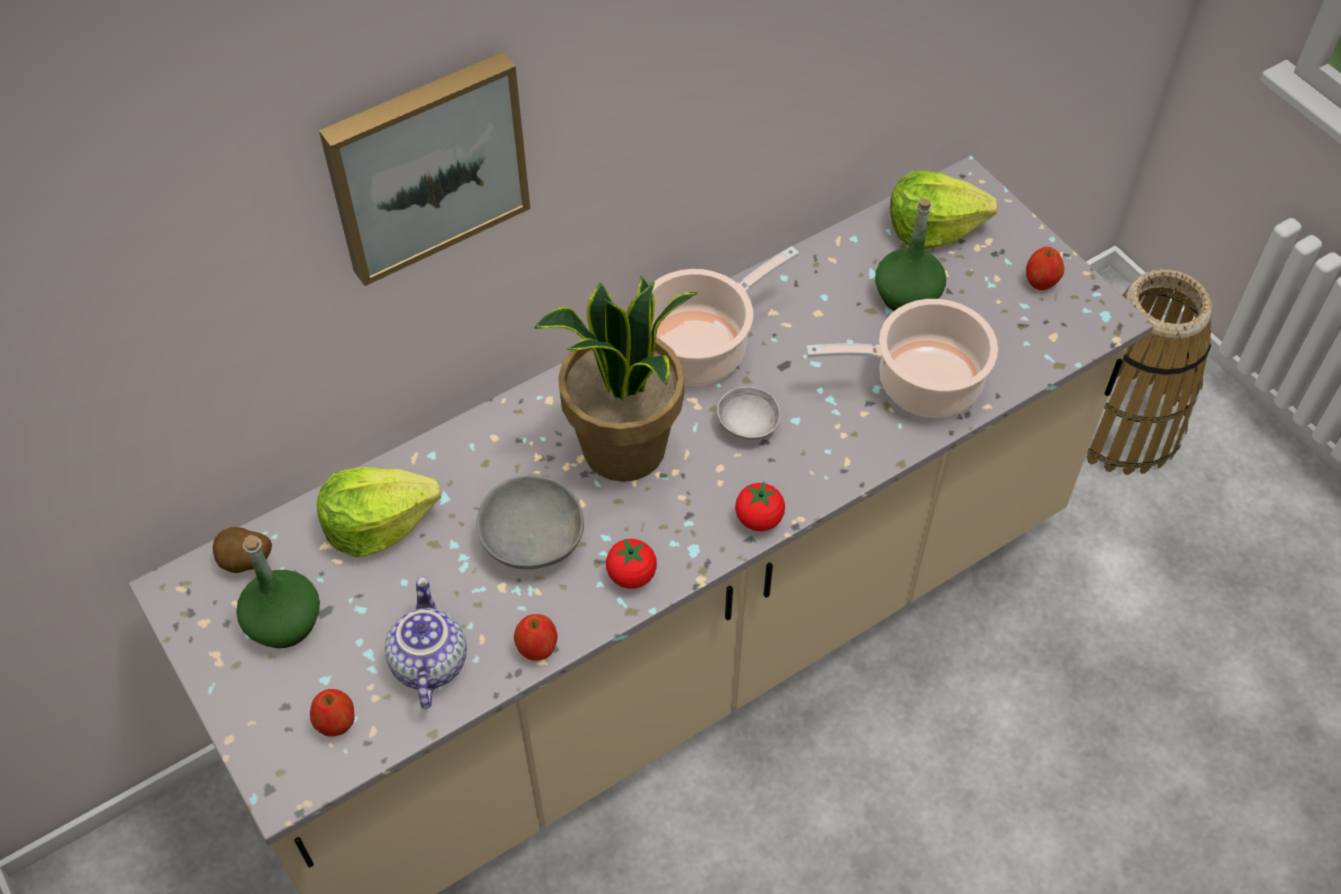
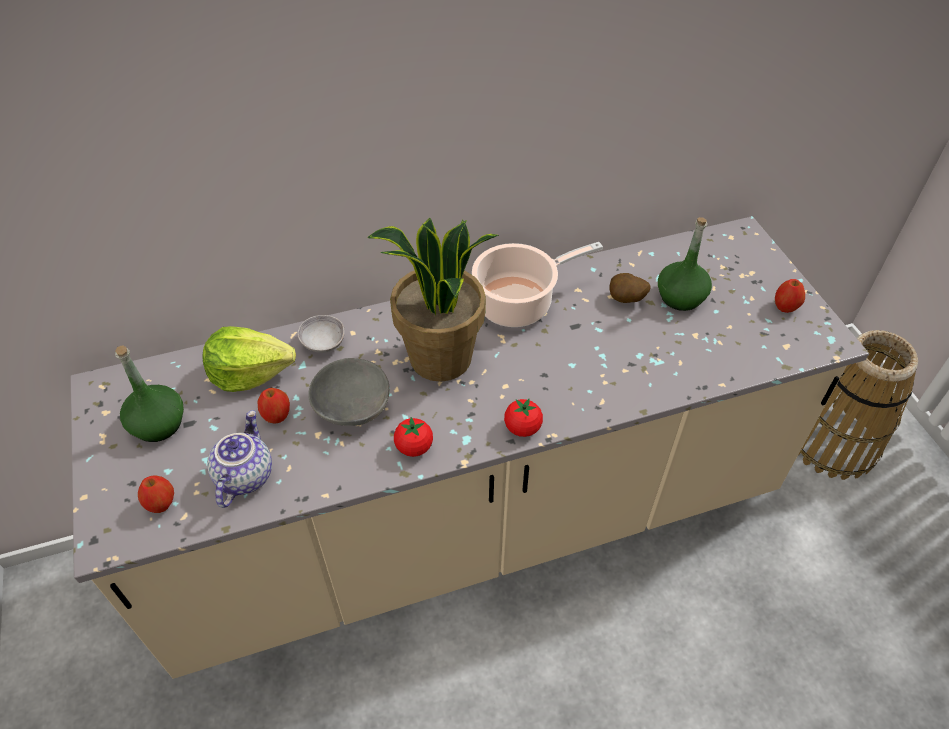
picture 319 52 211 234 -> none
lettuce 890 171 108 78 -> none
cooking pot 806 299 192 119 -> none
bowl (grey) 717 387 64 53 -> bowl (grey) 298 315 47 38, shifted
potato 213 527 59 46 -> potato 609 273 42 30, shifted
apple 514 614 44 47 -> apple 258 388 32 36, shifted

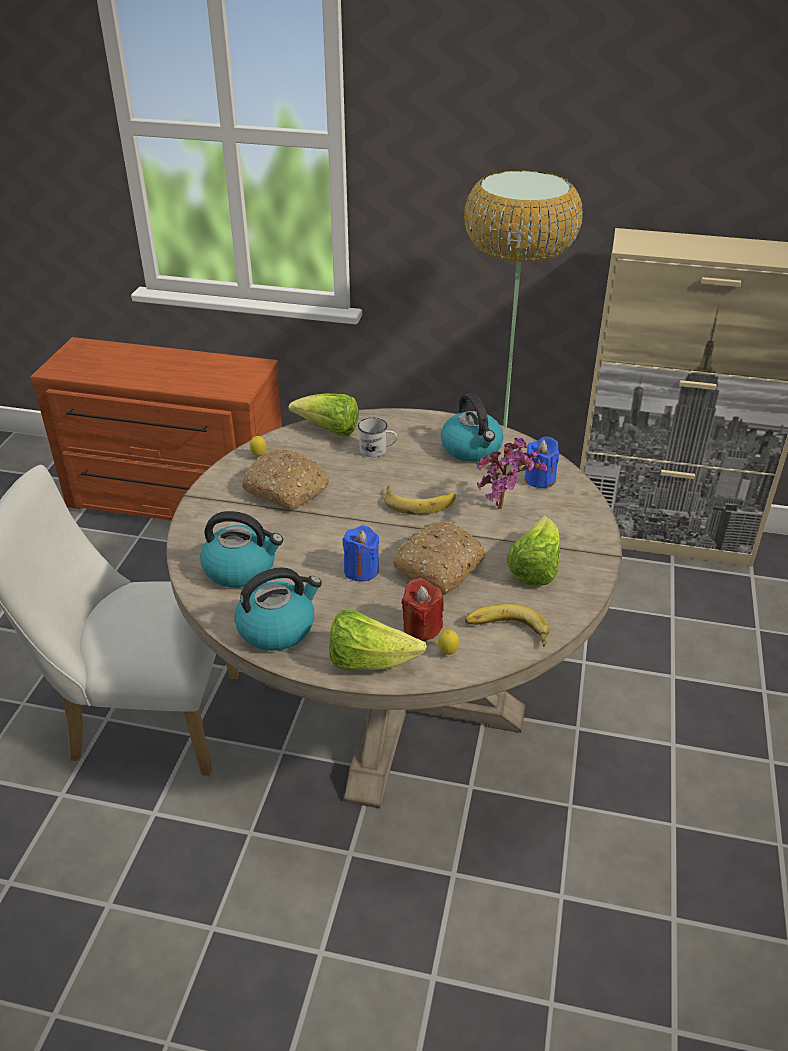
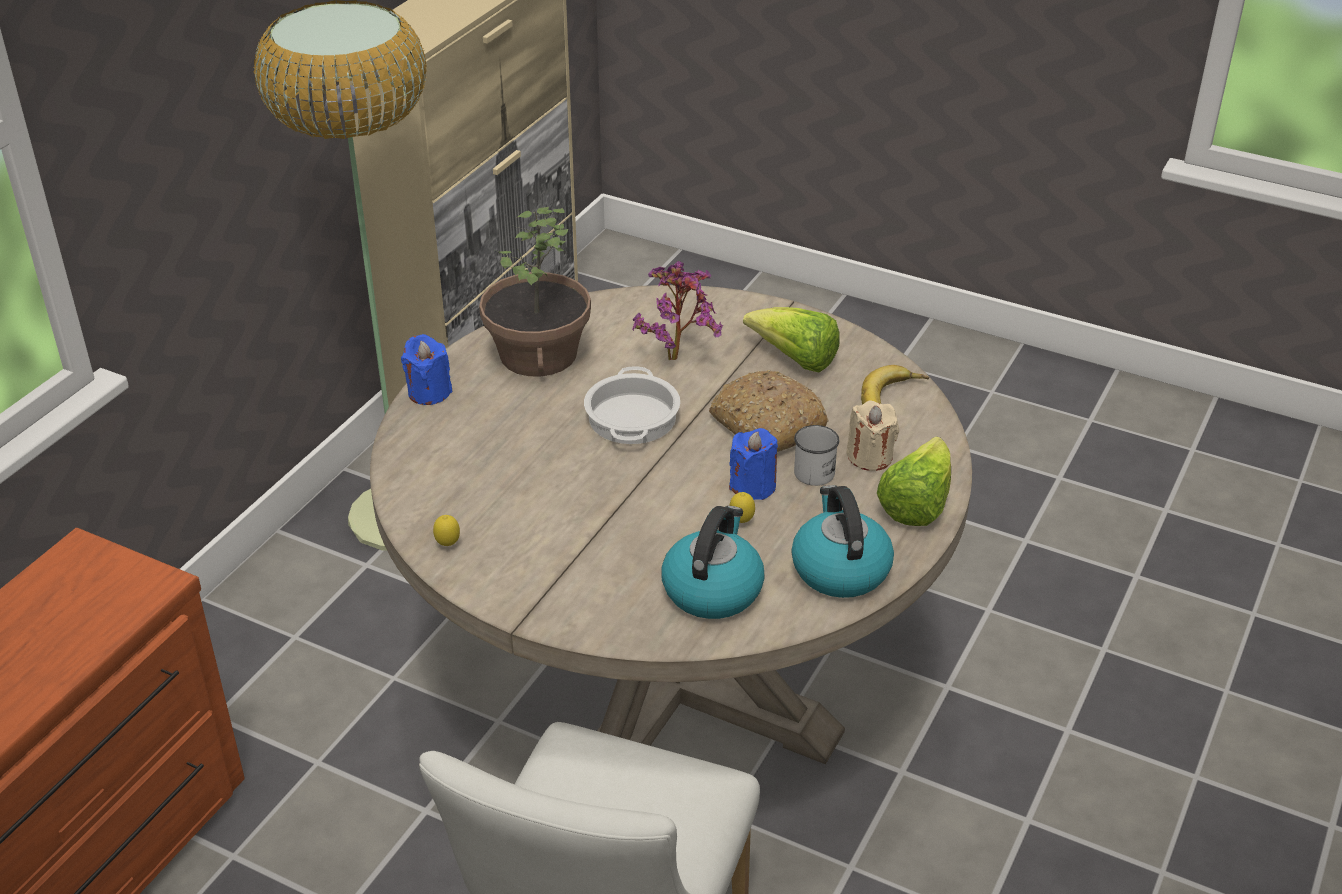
lettuce 289 393 70 43 -> none
kettle 441 393 63 69 -> potted plant 479 207 112 170
mug (white) 358 418 39 39 -> mug (white) 794 425 45 61, shifted
candle (blue) 525 437 34 52 -> candle (blue) 401 334 51 71, shifted
bread 241 450 89 60 -> none
banana 384 485 72 30 -> cooking pot 584 366 96 78
candle (red) 402 578 42 63 -> candle (beige) 846 400 53 71
lemon 438 629 21 26 -> lemon 730 492 25 31, shifted

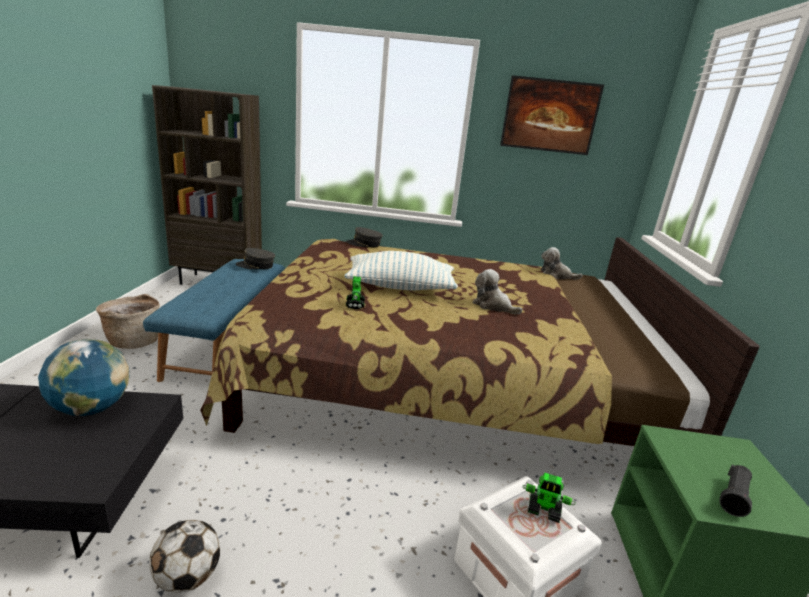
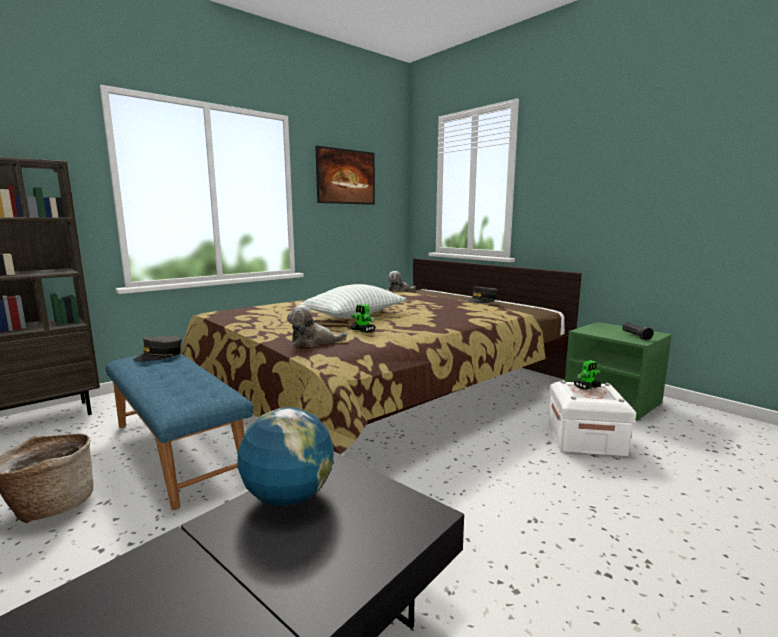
cap (grey) 346 227 37 20 -> cap (grey) 468 286 30 17, shifted
plush toy 472 269 51 45 -> plush toy 287 305 60 42, shifted
football 149 520 71 73 -> none

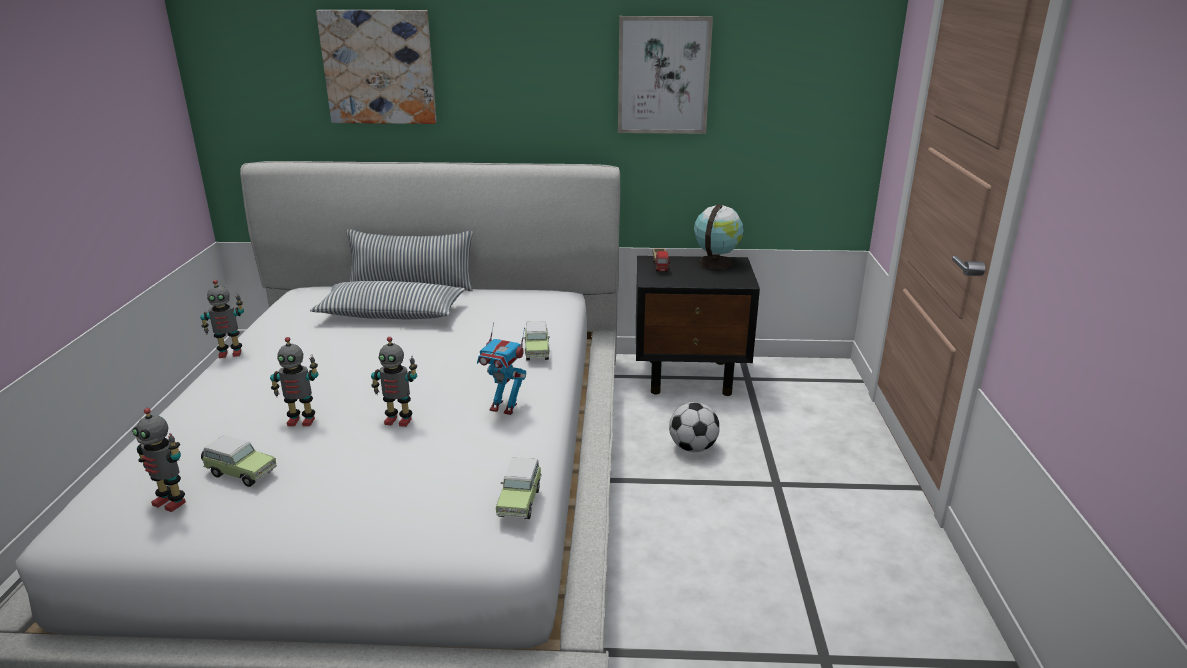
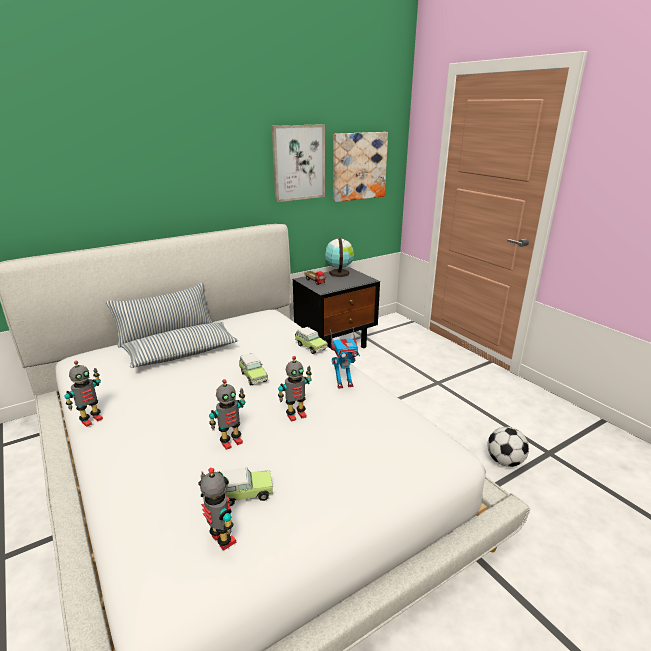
picture 316 10 121 114 -> picture 333 132 55 70, shifted
football 669 402 51 50 -> football 487 427 42 40, shifted
toy robot 132 408 54 104 -> toy robot 198 468 38 83, 120 degrees counterclockwise
toy car 496 457 46 62 -> toy car 239 353 29 33, shifted

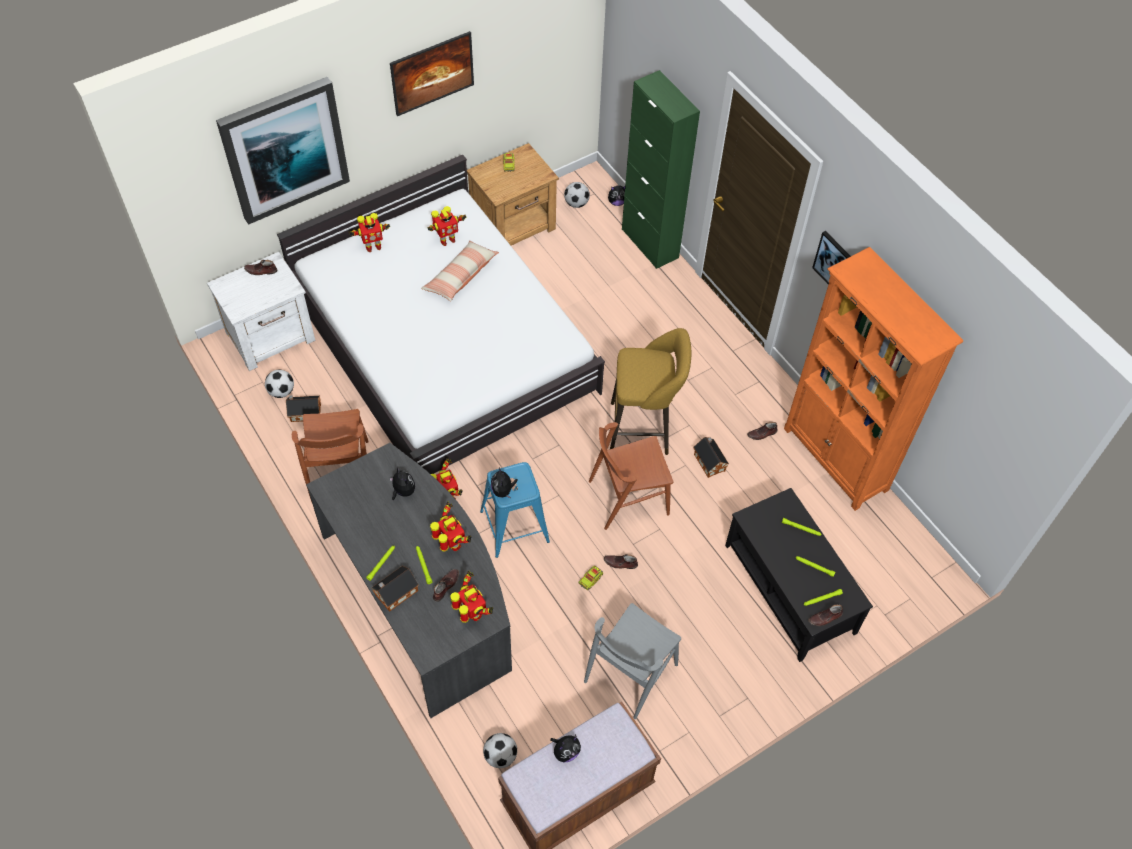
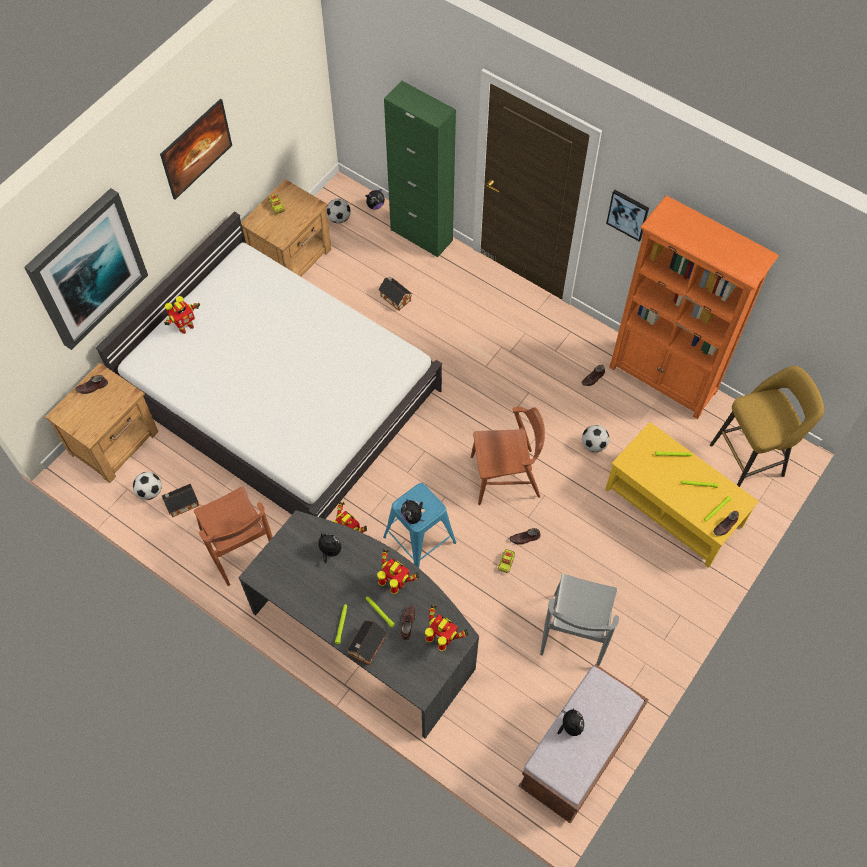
toy robot 427 206 39 40 -> none
pillow 421 241 78 61 -> none
nightstand (white) 207 252 108 119 -> nightstand (brown) 45 363 114 120
stool (yellow) 610 328 81 127 -> stool (yellow) 710 366 114 121, shifted
chair (brown) 589 422 85 108 -> chair (brown) 471 407 74 98, 150 degrees counterclockwise
toy house 693 437 36 41 -> toy house 378 277 34 34, shifted
coffee table (black) 725 488 148 174 -> coffee table (yellow) 605 422 154 146
football 483 733 34 35 -> football 582 425 27 27, shifted
plush toy 550 735 31 27 -> plush toy 557 709 27 27, 45 degrees counterclockwise

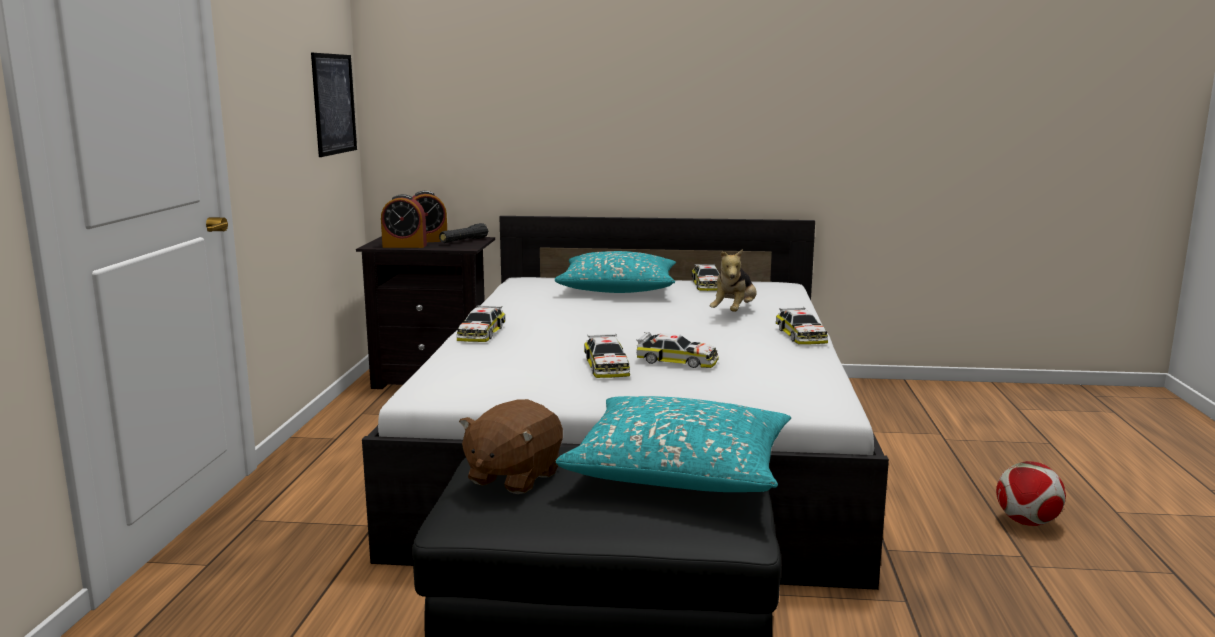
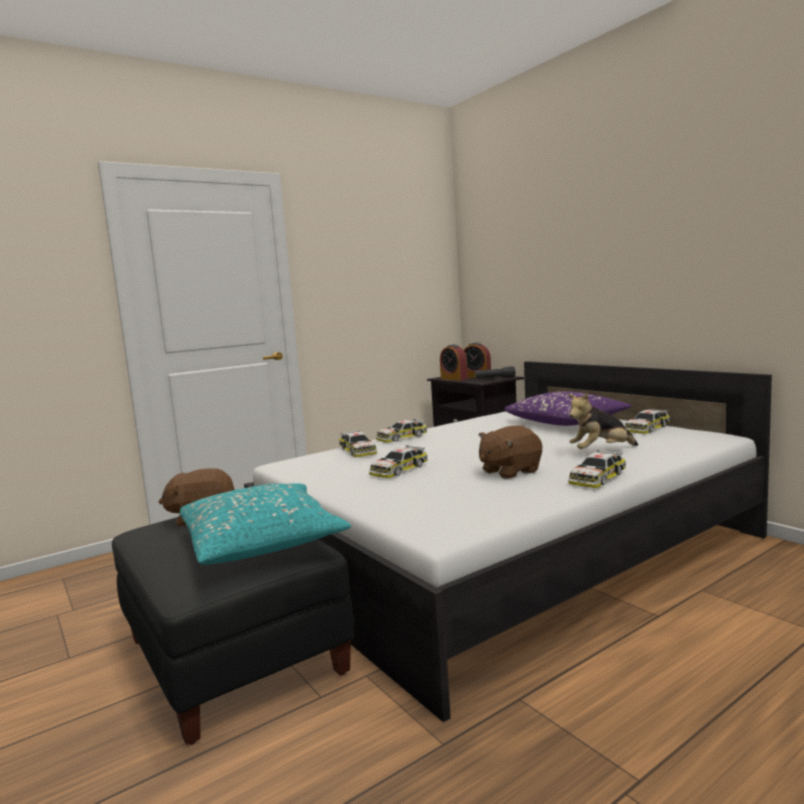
picture 311 53 46 104 -> none
pillow (turquoise) 554 251 122 42 -> pillow (purple) 504 391 128 35
toy car 636 332 83 36 -> toy car 339 430 38 27, shifted
football 996 461 70 65 -> none
none -> plush toy (brown) 479 425 63 54

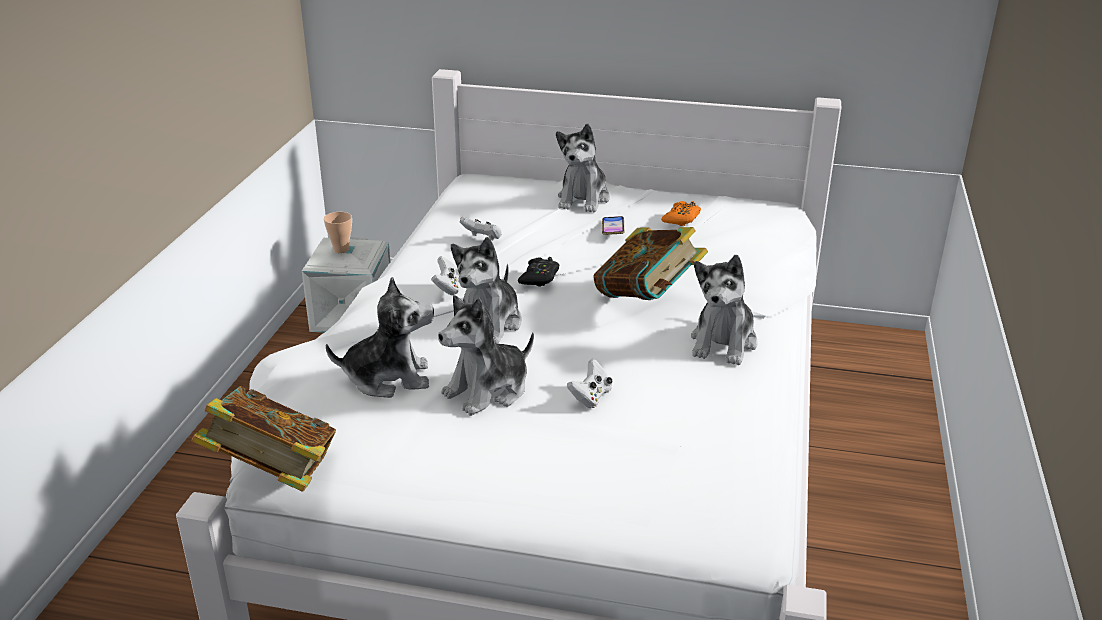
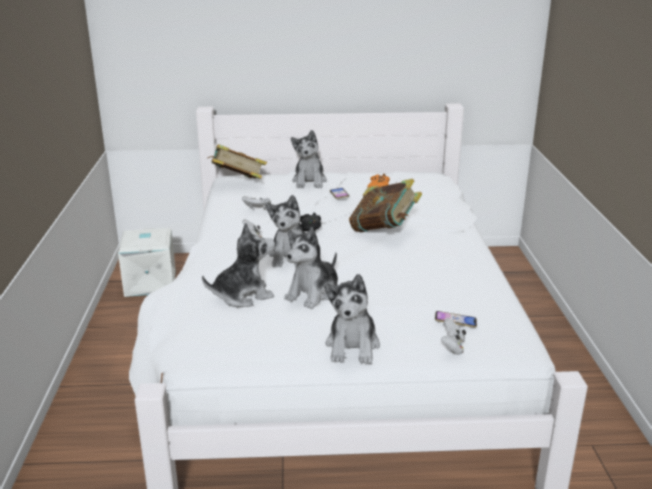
cup 324 212 28 41 -> none
plush toy 691 255 67 110 -> plush toy 324 274 56 90, shifted
game controller (white) 567 359 46 49 -> game controller (white) 441 318 25 37, shifted
book 191 386 145 106 -> book 208 144 59 35, shifted
none -> phone 435 311 42 16

